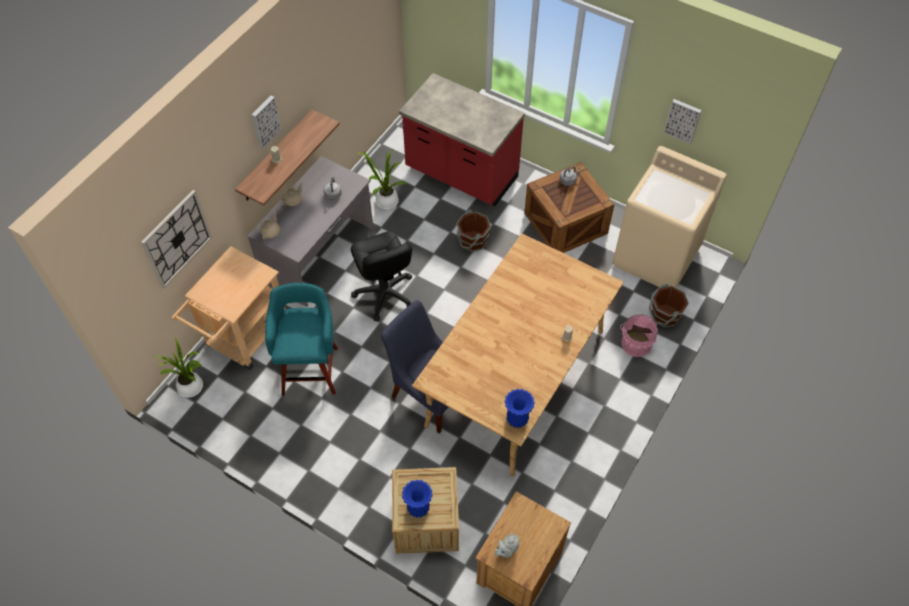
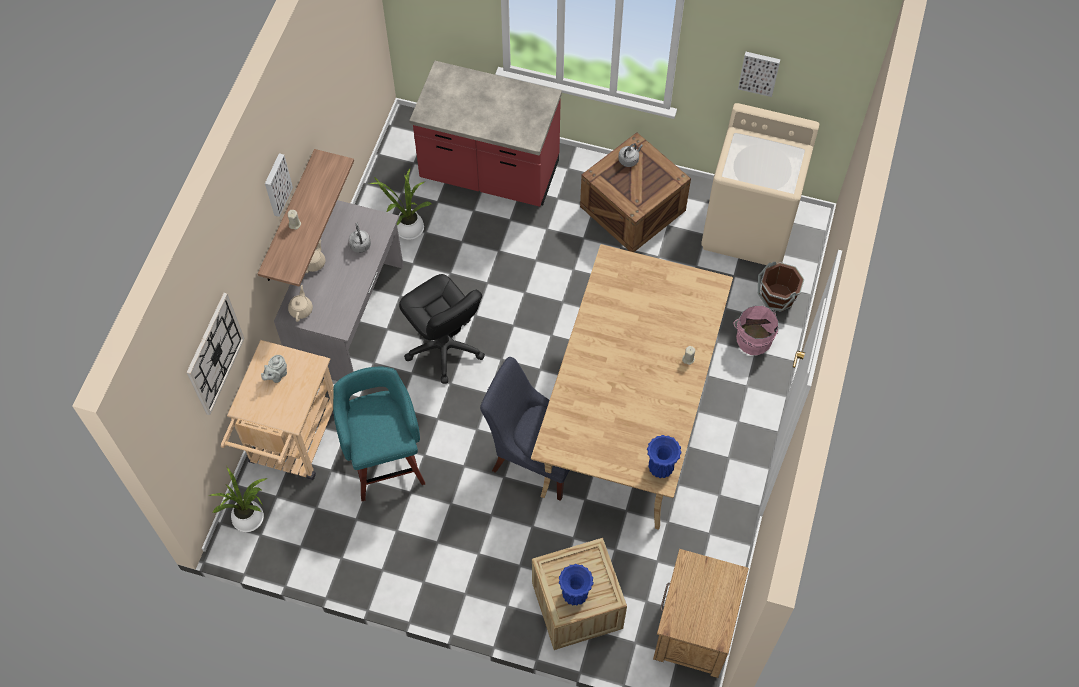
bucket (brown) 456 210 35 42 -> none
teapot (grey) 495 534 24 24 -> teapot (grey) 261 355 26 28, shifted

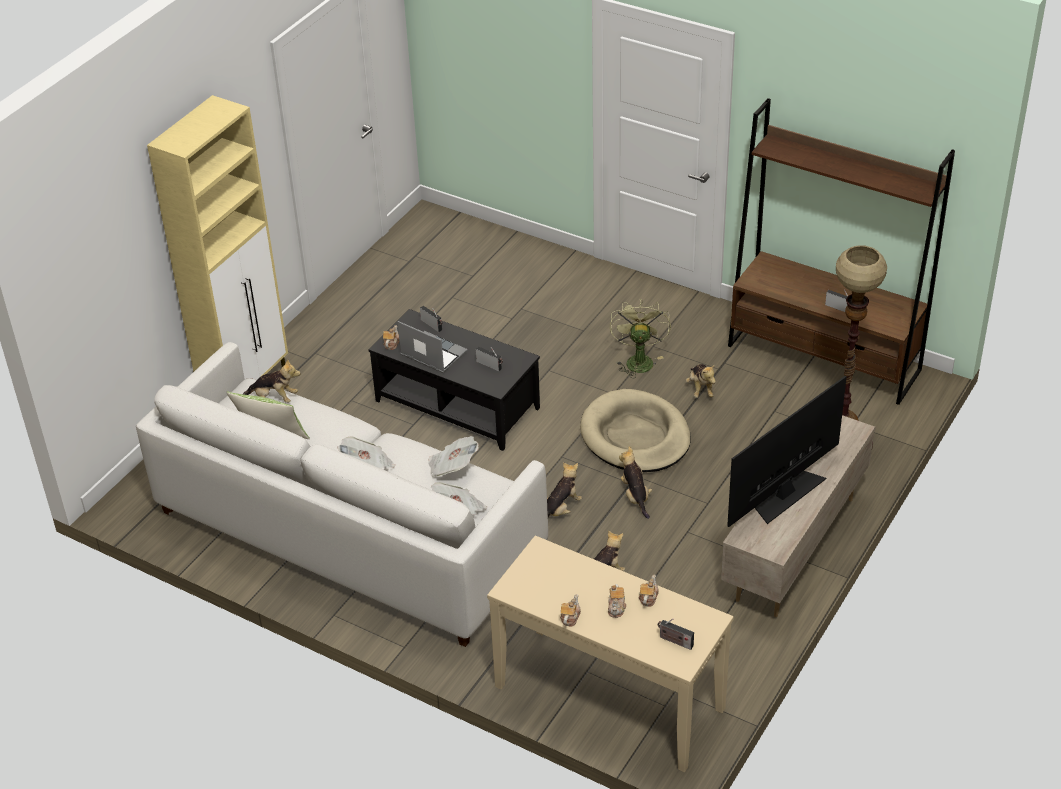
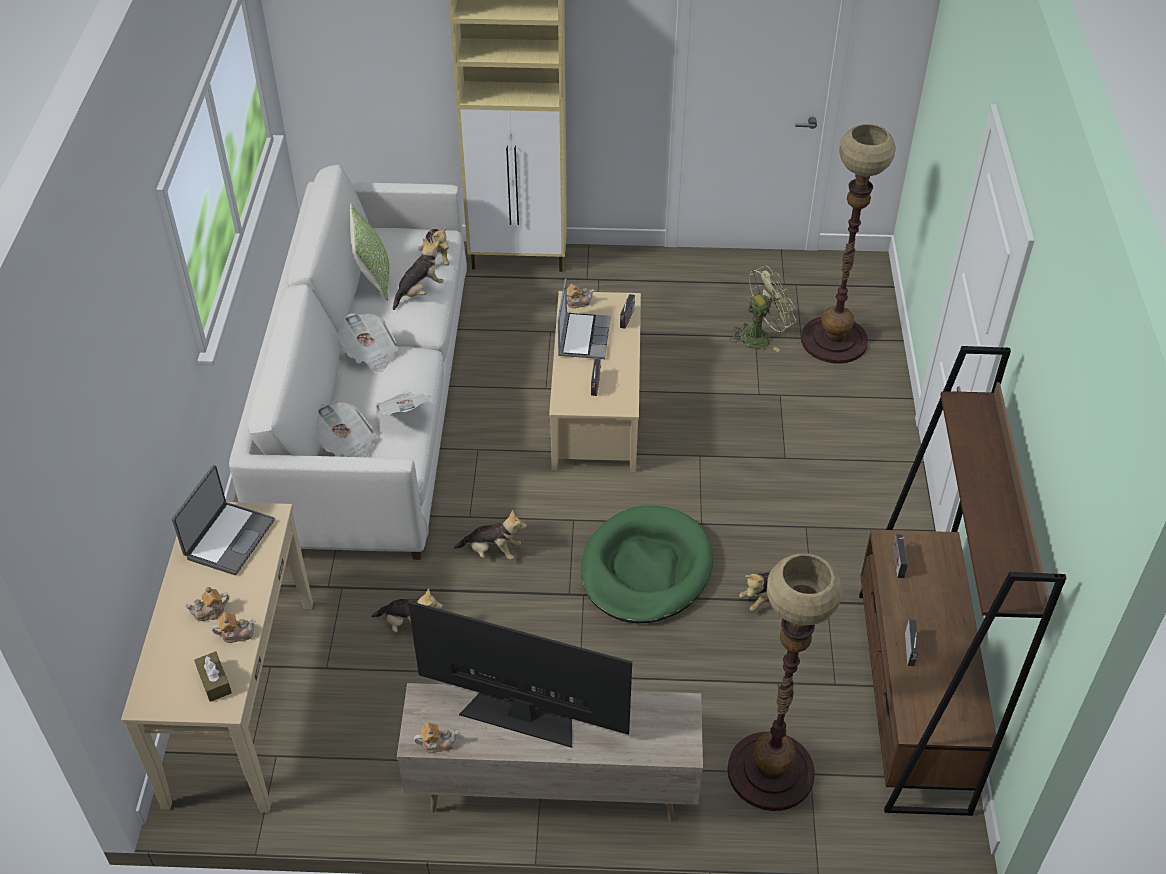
fan (green) 610 299 61 79 -> fan (green) 730 265 66 87, shifted
coffee table (black) 369 309 171 142 -> coffee table (beige) 549 291 92 181
dog bed (beige) 580 389 111 83 -> dog bed (green) 581 506 132 117
plush toy 619 446 33 73 -> plush toy 393 238 51 72, shifted
teapot 560 594 21 32 -> teapot 414 722 44 31, shifted
radio 657 619 37 31 -> radio 893 534 15 44, shifted
none -> floor lamp 801 124 95 240
none -> laptop 172 465 103 110
none -> tissue box (brown) 194 651 38 51

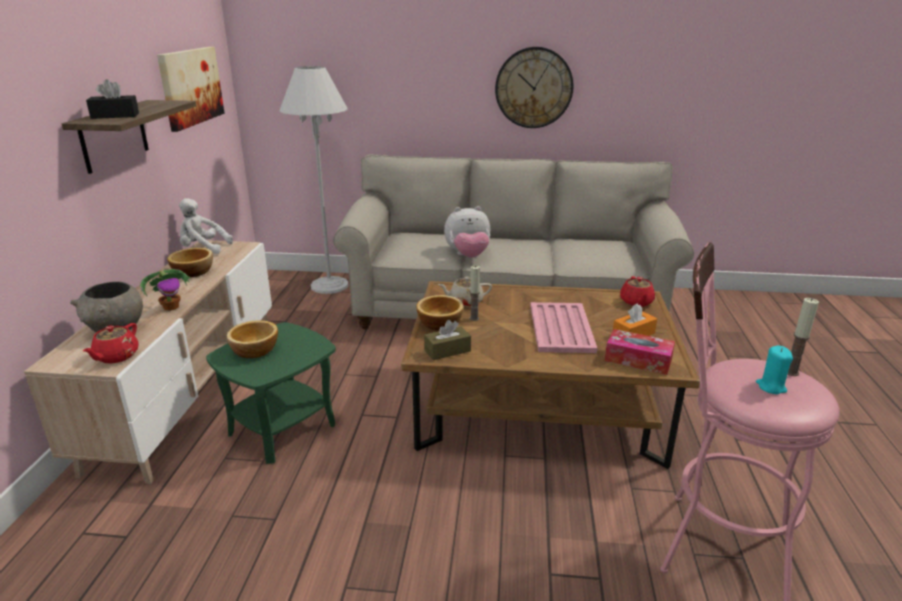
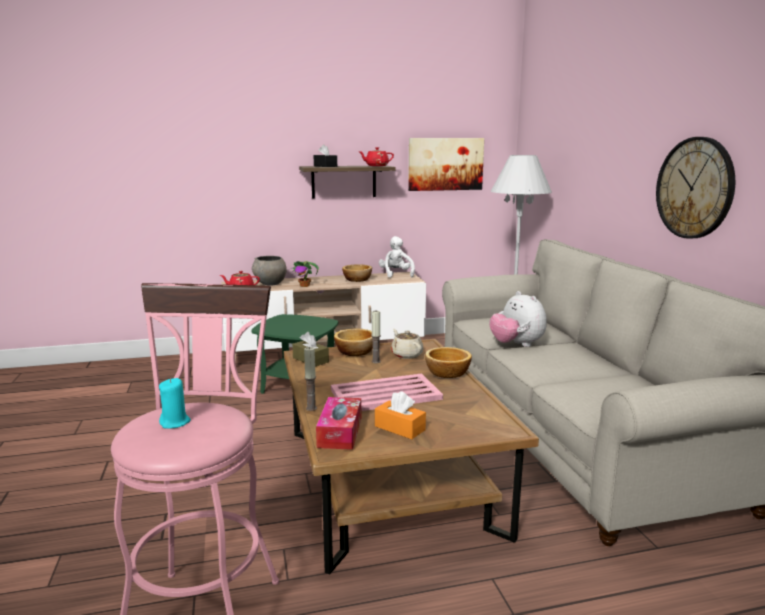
teapot (red) 620 276 35 31 -> teapot (red) 358 147 36 19, shifted
candle 787 298 32 78 -> candle 304 347 13 64, shifted
bowl 227 320 51 38 -> bowl 425 347 47 31, shifted

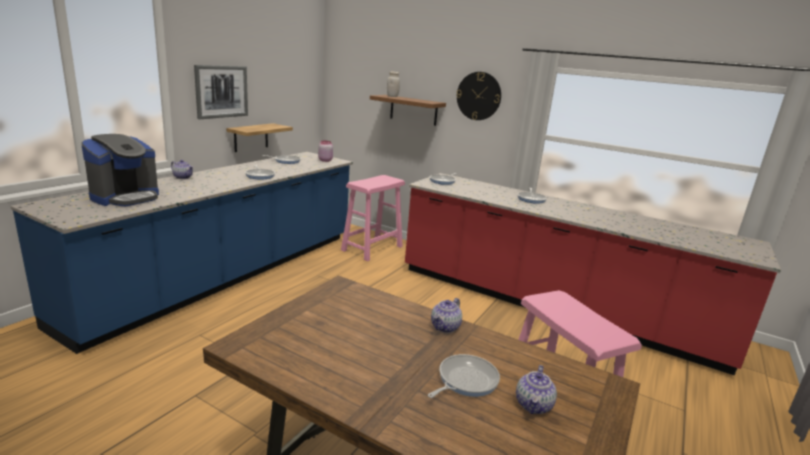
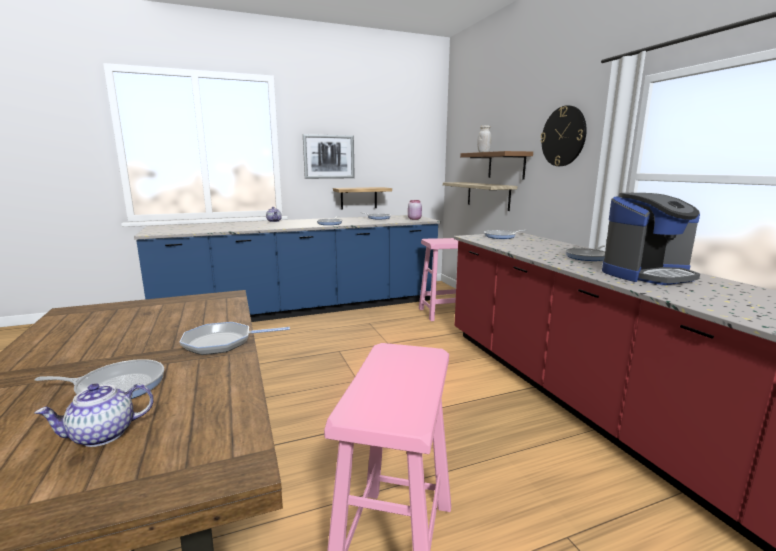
coffee machine 81 134 78 72 -> coffee machine 602 193 98 92, shifted
teapot 431 298 31 35 -> frying pan 180 322 110 33
none -> shelf 443 182 74 29

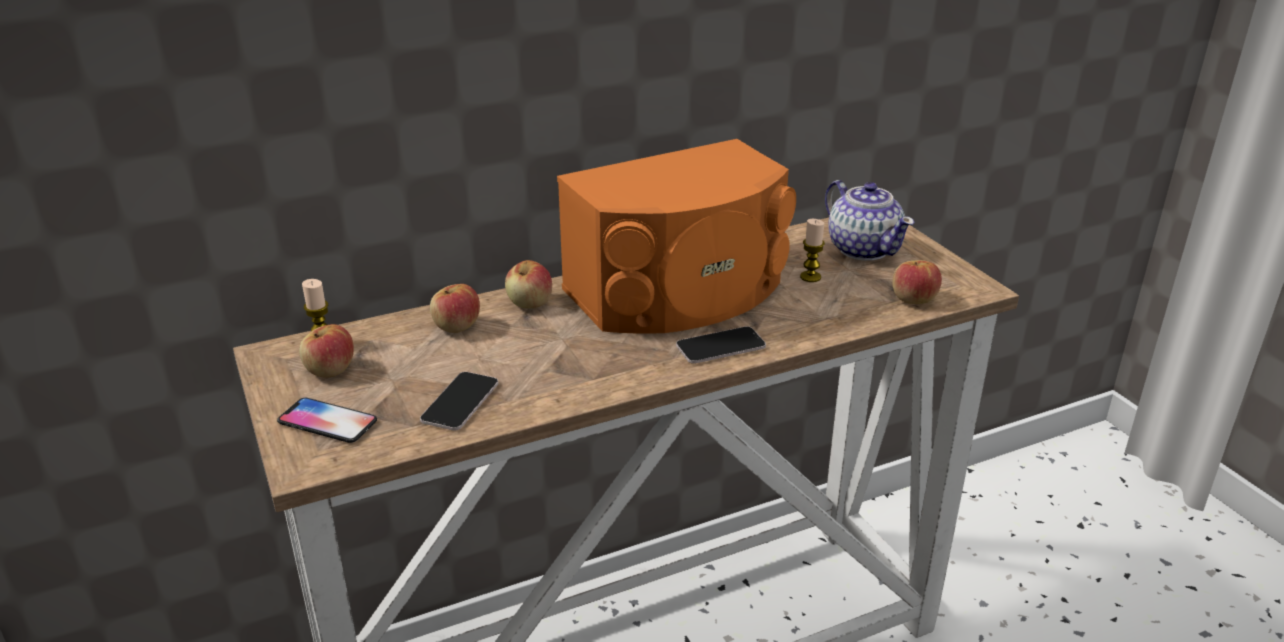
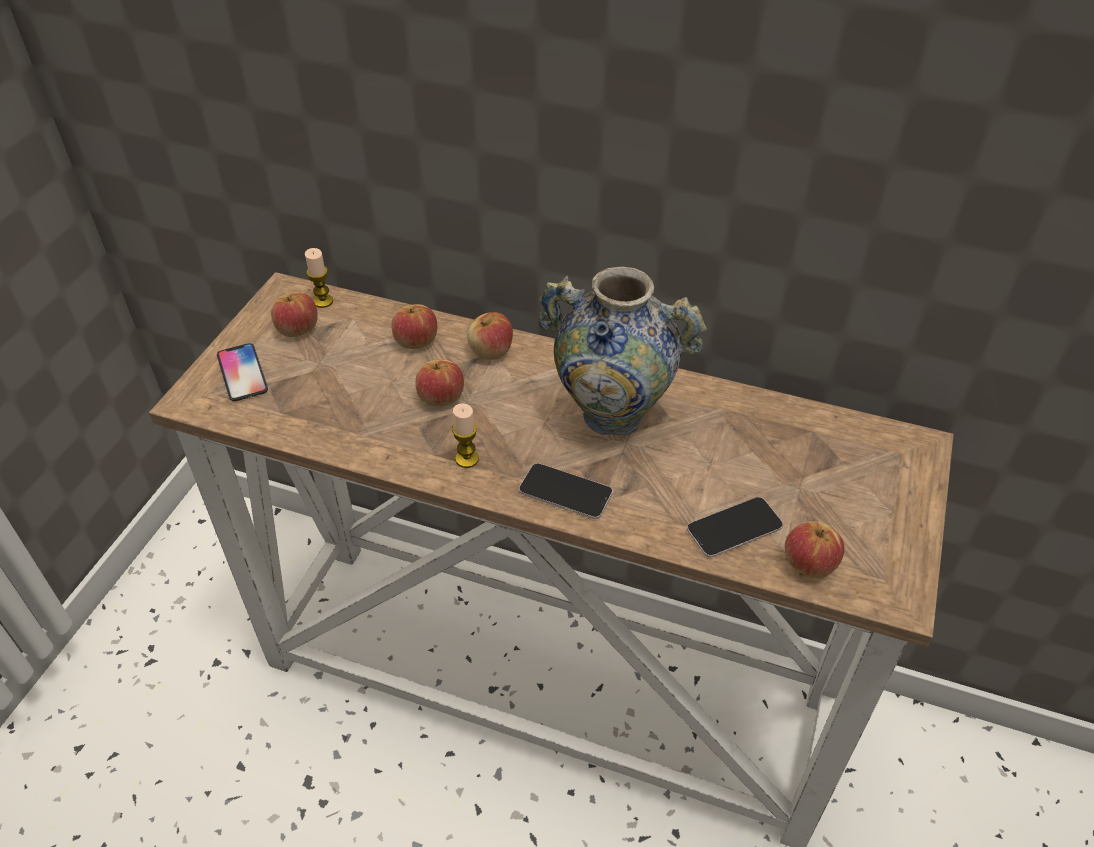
speaker (orange) 557 139 239 195 -> vase 538 267 169 168
teapot 825 180 89 81 -> none
candle 800 219 25 63 -> candle 452 403 27 65, shifted
phone 420 372 78 59 -> phone 687 497 96 61, shifted
none -> apple 415 359 49 47

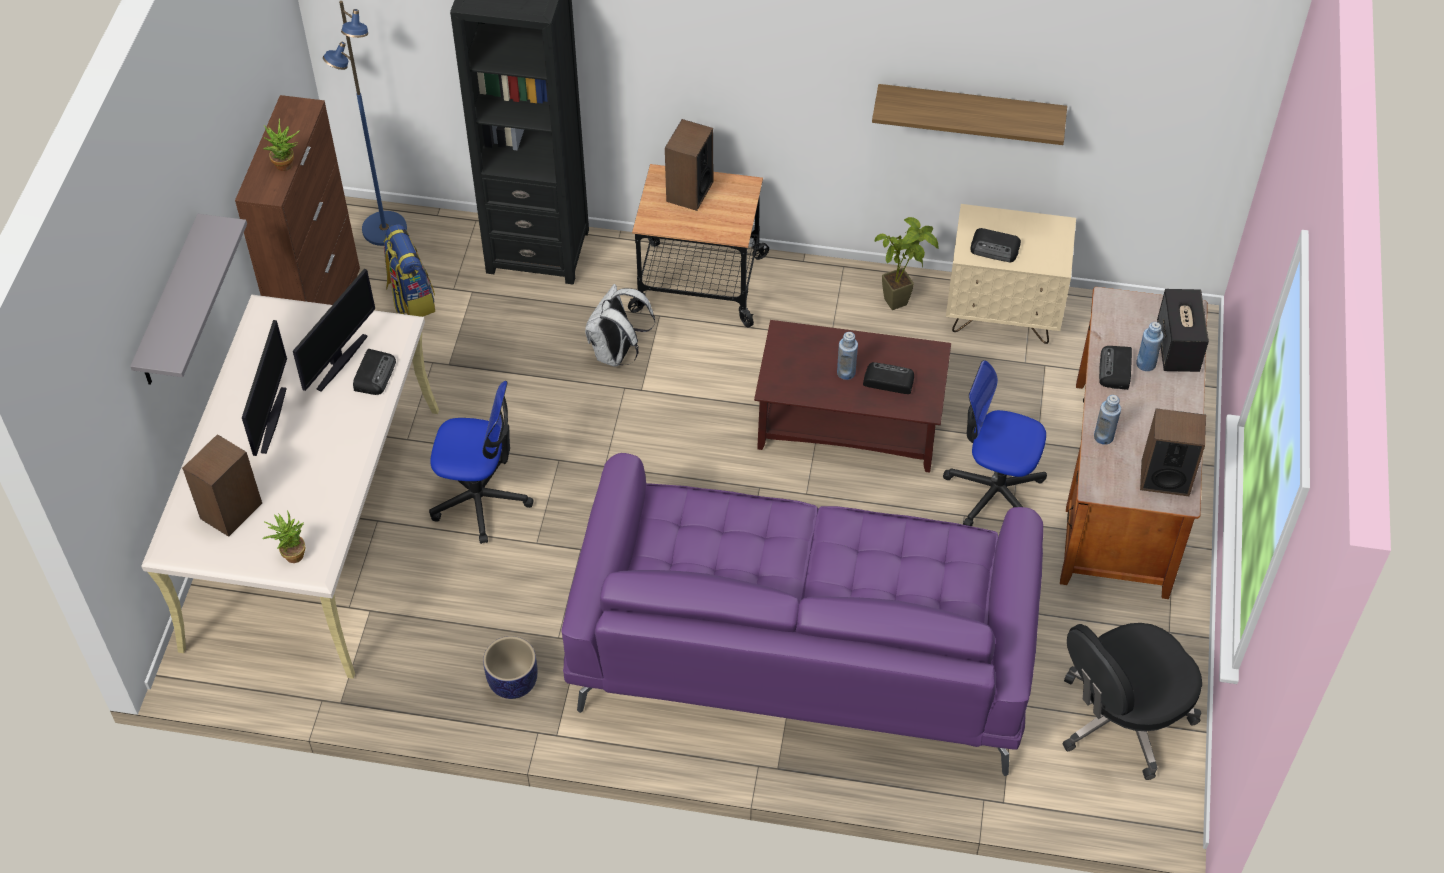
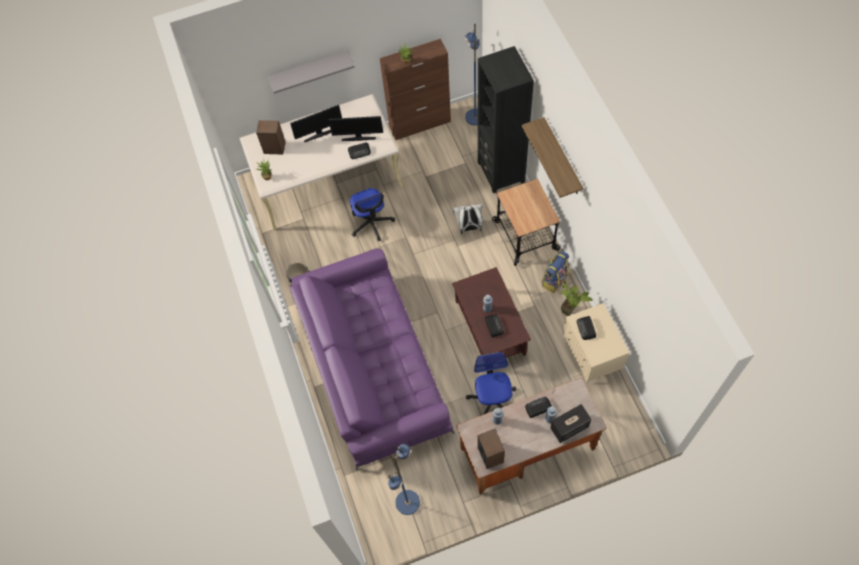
shelf 872 84 195 61 -> shelf 522 117 61 81, shifted
speaker 665 119 48 92 -> none
backpack 384 224 51 93 -> backpack 542 251 27 42, shifted
office chair (black) 1062 623 140 157 -> floor lamp (blue) 388 444 32 71

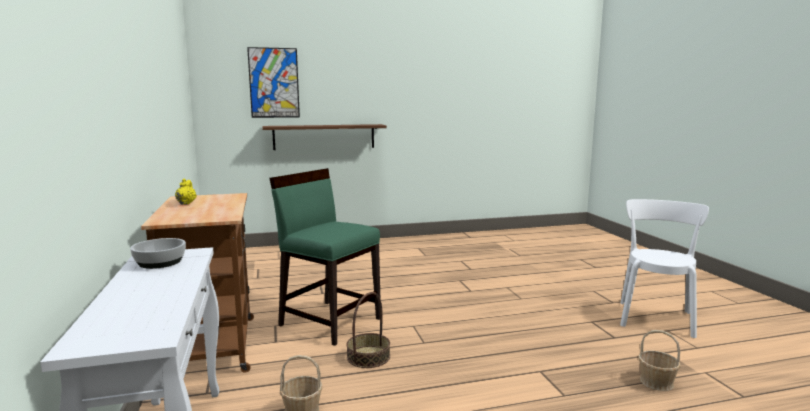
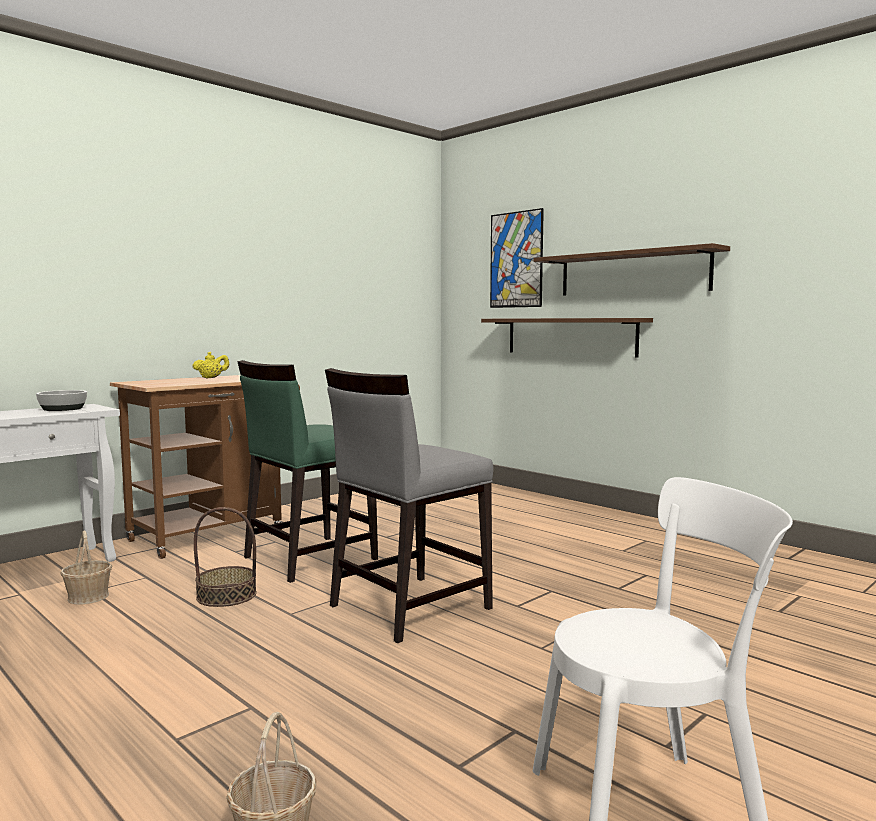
chair (green) 269 168 111 178 -> chair (green) 237 360 141 223, 135 degrees counterclockwise
none -> shelf (brown) 533 243 197 53
none -> chair (grey) 325 368 168 275

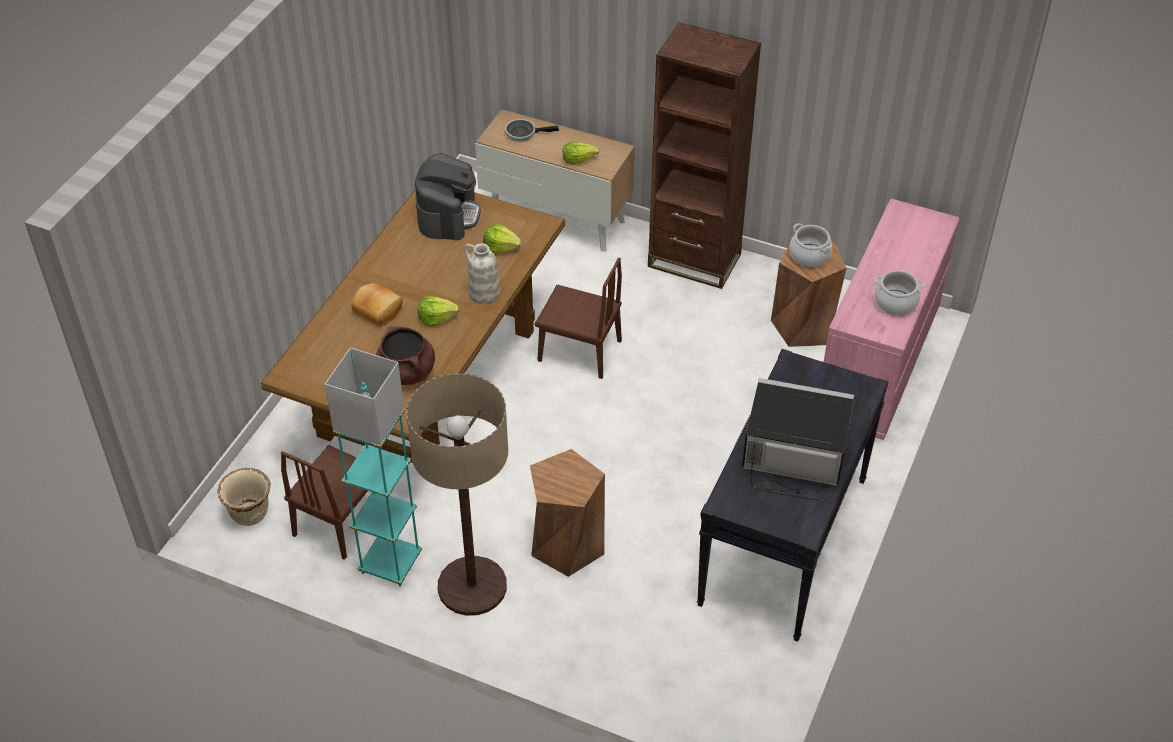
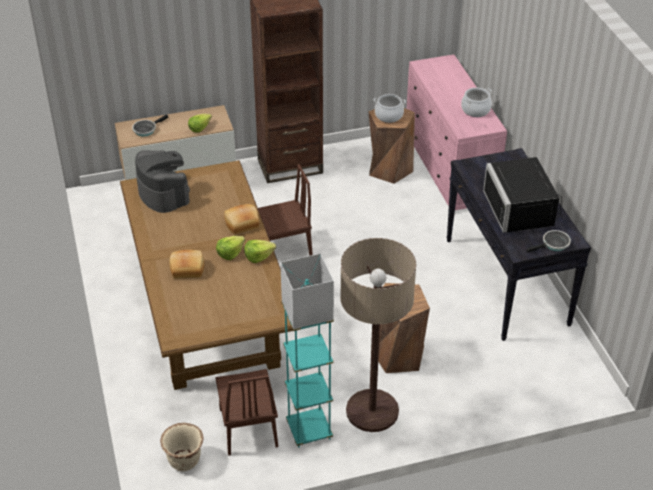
lettuce 483 224 39 29 -> lettuce 244 240 32 23, shifted
vase (white) 464 243 36 61 -> bread 224 204 35 30
cooking pot (brown) 376 326 59 59 -> none
microwave (black) 742 378 112 122 -> microwave (black) 483 157 80 76, 75 degrees counterclockwise
none -> frying pan 527 230 44 22

